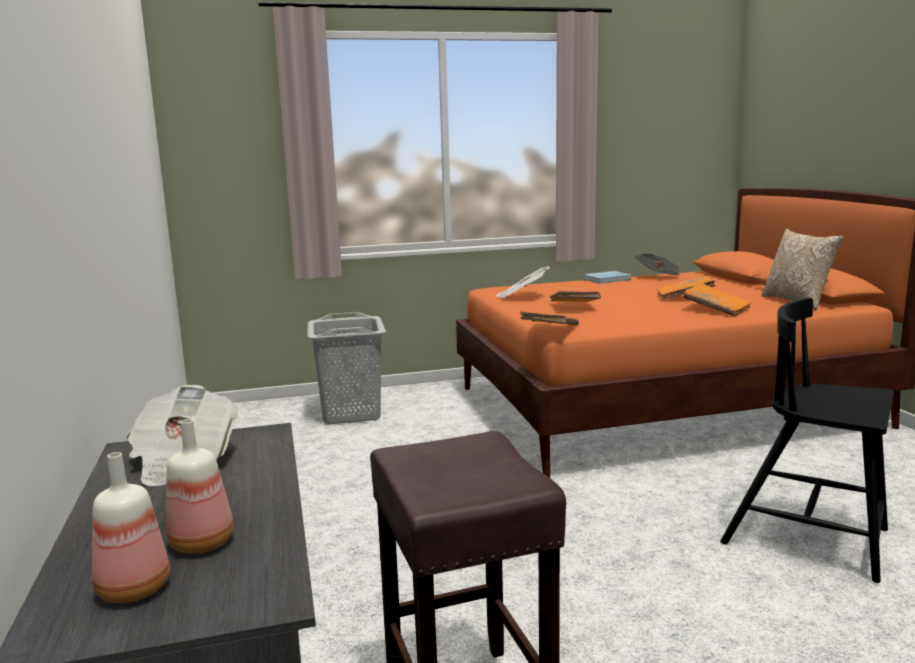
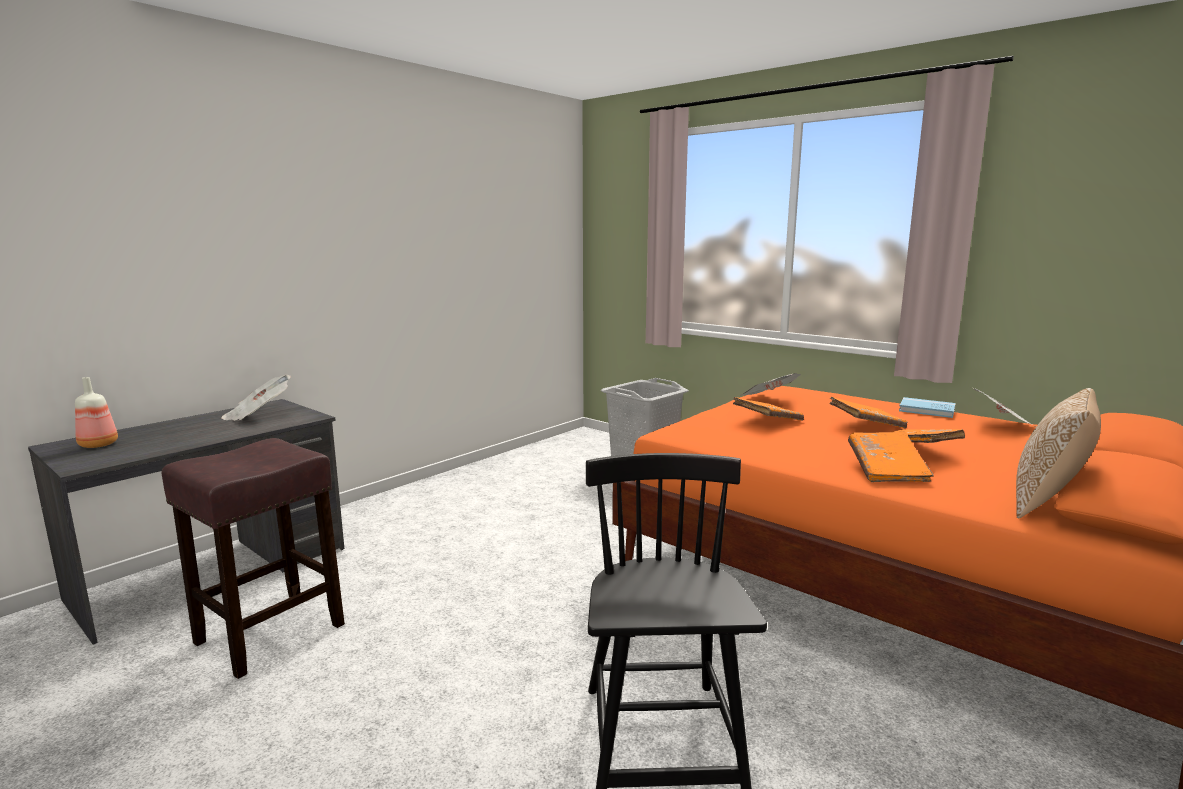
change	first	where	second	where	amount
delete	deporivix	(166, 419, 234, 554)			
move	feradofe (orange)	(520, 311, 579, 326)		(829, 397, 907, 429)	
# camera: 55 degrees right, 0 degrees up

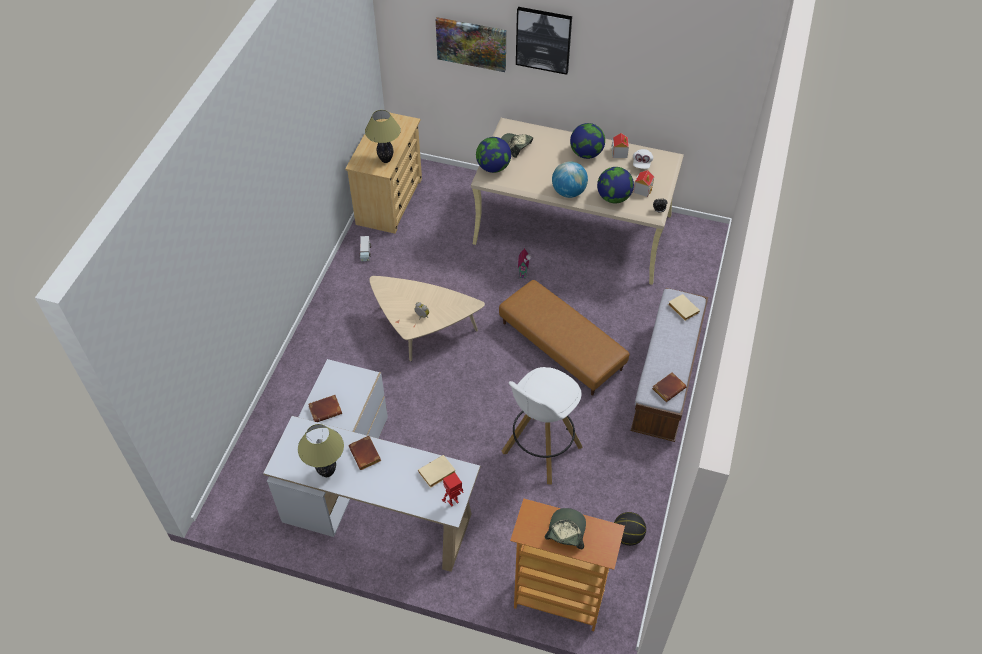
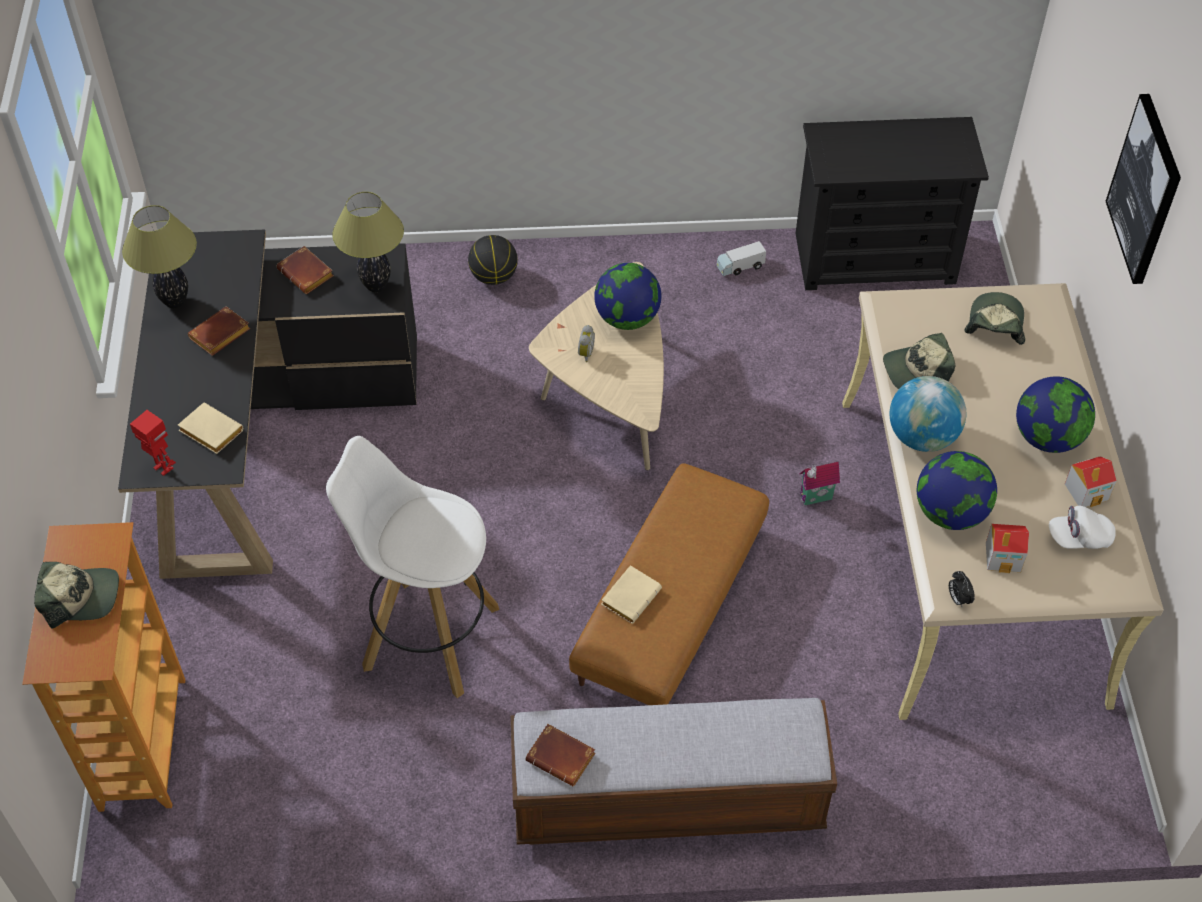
change	first	where	second	where	amount
delete	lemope	(436, 17, 506, 72)			
insert			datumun	(883, 333, 956, 389)	
move	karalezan	(365, 110, 401, 163)		(332, 192, 404, 292)	
move	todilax	(476, 137, 511, 173)		(594, 263, 661, 330)	
move	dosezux	(614, 512, 646, 546)		(468, 235, 518, 285)	
move	feradofe (beige)	(668, 294, 700, 321)		(601, 565, 662, 624)	
recolor	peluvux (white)	(263, 359, 480, 572)	peluvux (black)	(118, 230, 417, 579)	
recolor	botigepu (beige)	(345, 112, 422, 234)	botigepu (black)	(796, 117, 989, 290)	
# camera: 70 degrees right, 0 degrees up

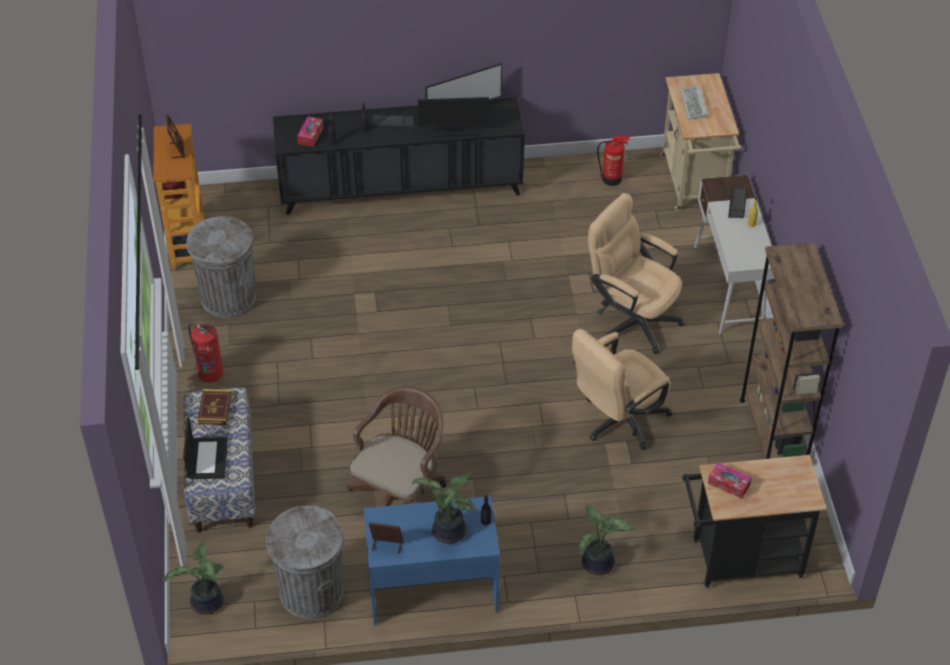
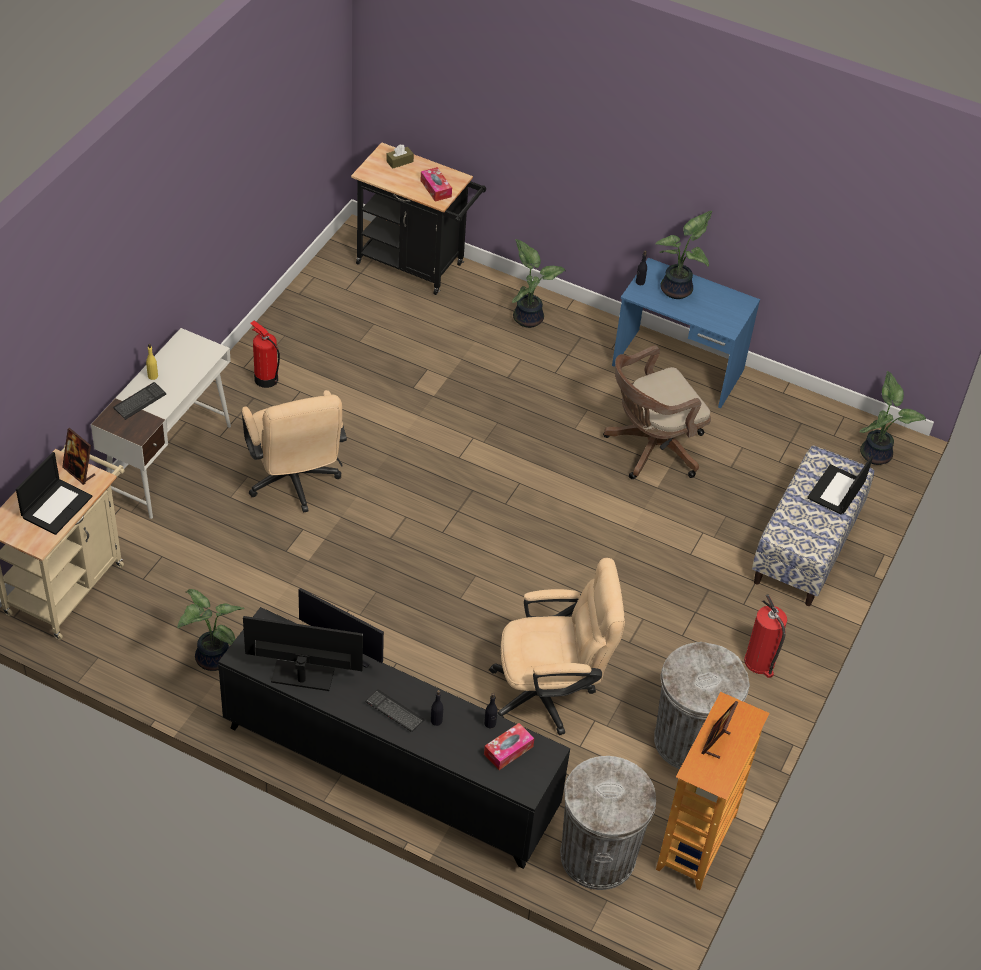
change	first	where	second	where	amount
delete	feradofe	(198, 389, 232, 425)			
delete	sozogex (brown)	(740, 242, 843, 459)			
insert			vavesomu	(177, 589, 244, 671)	
insert			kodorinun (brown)	(386, 144, 414, 169)	
move	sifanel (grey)	(266, 506, 344, 619)		(560, 756, 656, 890)	
move	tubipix	(369, 522, 403, 554)		(62, 428, 95, 485)	
move	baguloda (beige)	(572, 329, 672, 450)		(489, 558, 625, 735)	
move	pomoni	(597, 136, 630, 186)		(250, 320, 280, 388)	
replace	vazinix	(680, 85, 708, 120)	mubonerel	(16, 452, 92, 535)	
# camera: 150 degrees left, 0 degrees up

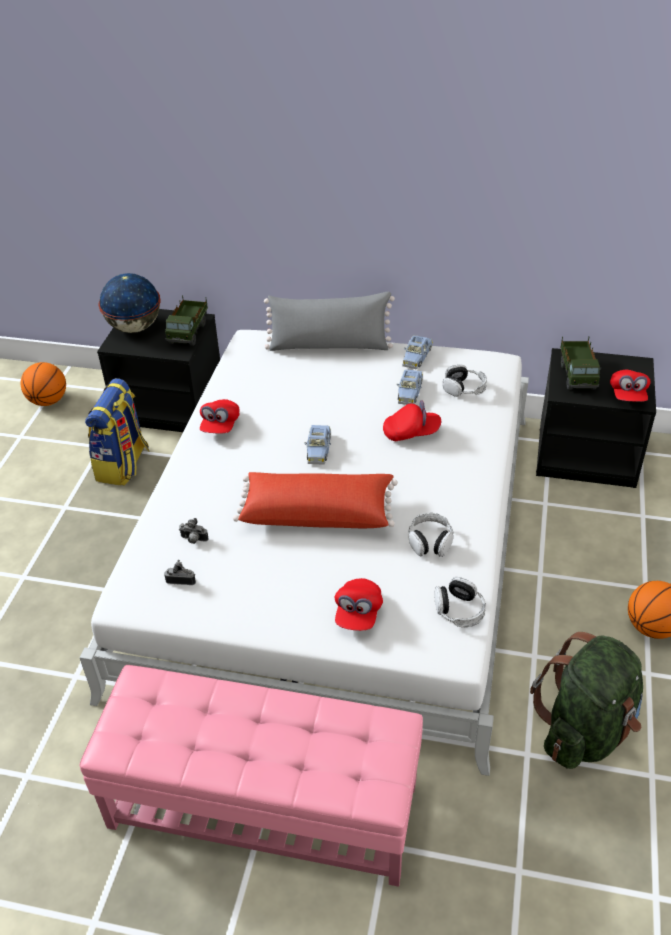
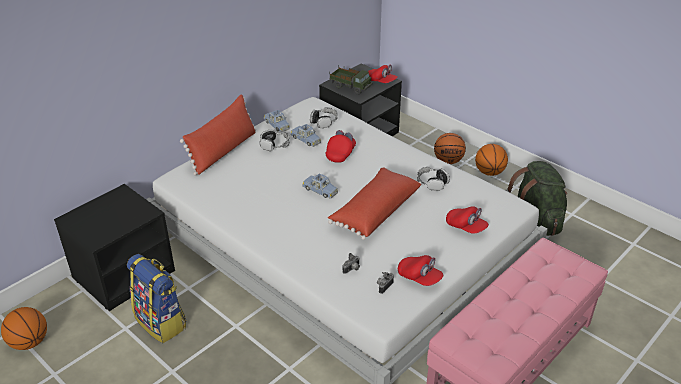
change	first	where	second	where	amount
delete	todilax	(99, 273, 161, 333)			
delete	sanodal	(165, 295, 208, 346)			
insert			dosezux	(434, 133, 466, 164)	
move	datumun (red)	(200, 399, 240, 434)		(398, 255, 443, 286)	
move	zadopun	(434, 577, 486, 627)		(260, 129, 290, 151)	
recolor	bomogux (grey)	(264, 292, 395, 351)	bomogux (red)	(180, 94, 256, 176)	
# camera: 60 degrees left, 5 degrees down

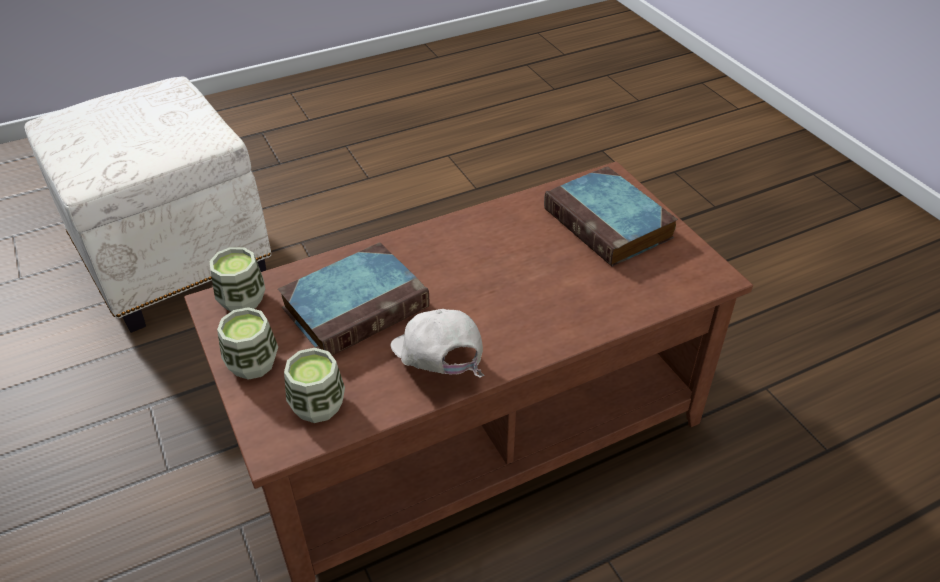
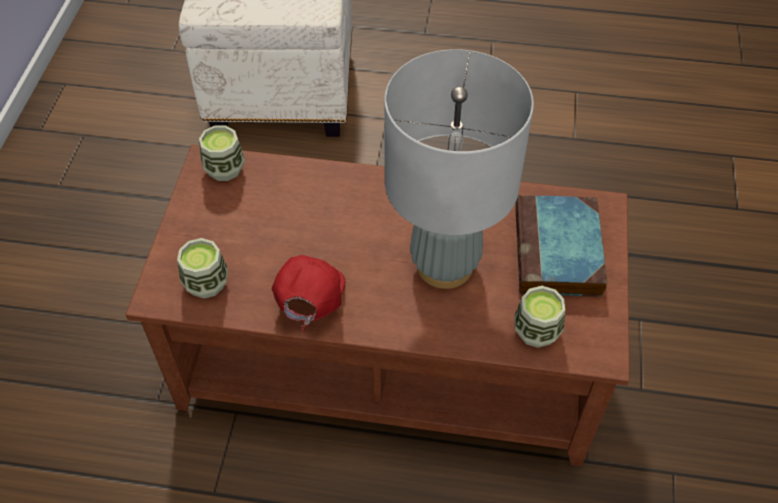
change	first	where	second	where	amount
delete	feradofe	(278, 242, 429, 356)			
insert			karalezan (grey)	(384, 49, 534, 289)	
move	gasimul	(217, 307, 278, 380)		(514, 286, 565, 348)	
recolor	datumun (white)	(390, 309, 484, 377)	datumun (red)	(272, 255, 345, 333)	
# camera: 35 degrees right, 10 degrees up

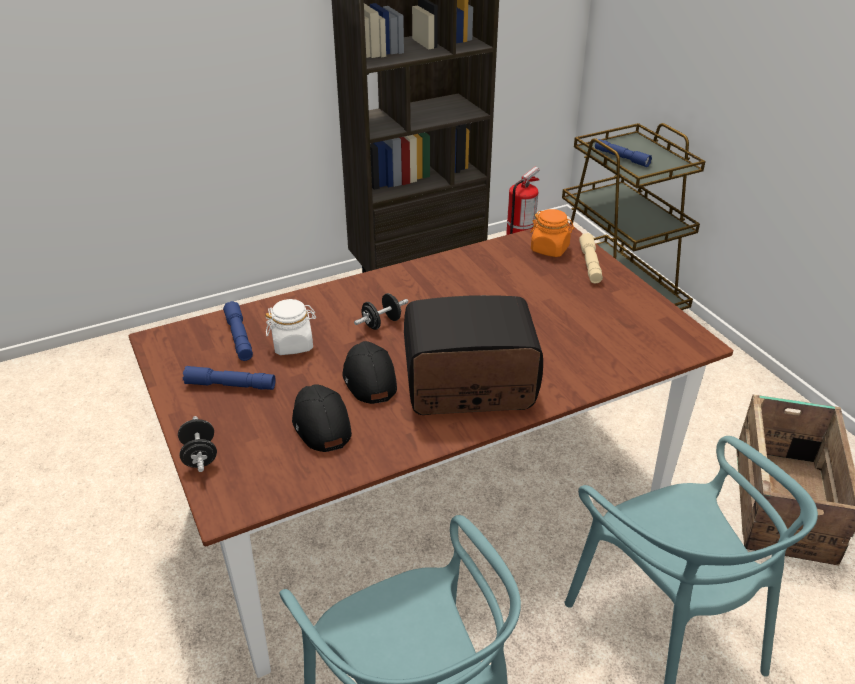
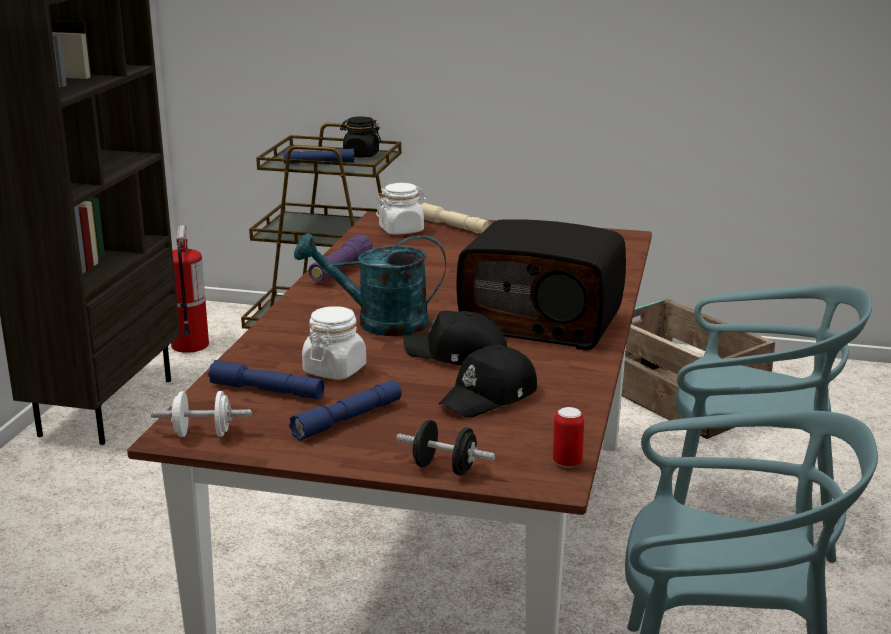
change	first	where	second	where	amount
insert			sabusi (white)	(151, 391, 252, 437)	
insert			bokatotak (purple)	(308, 234, 373, 282)	
insert			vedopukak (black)	(340, 116, 381, 158)	
insert			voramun	(553, 407, 584, 468)	
replace	sabusi (black)	(354, 293, 408, 330)	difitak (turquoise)	(294, 233, 446, 336)	
recolor	vedopukak (orange)	(530, 209, 575, 257)	vedopukak (white)	(376, 183, 427, 235)	
rotate	datumun (black)	(292, 384, 352, 452)		(438, 345, 537, 418)	60 degrees counterclockwise
rotate	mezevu	(404, 295, 543, 415)		(456, 219, 626, 351)	105 degrees counterclockwise
# camera: 50 degrees left, 15 degrees down

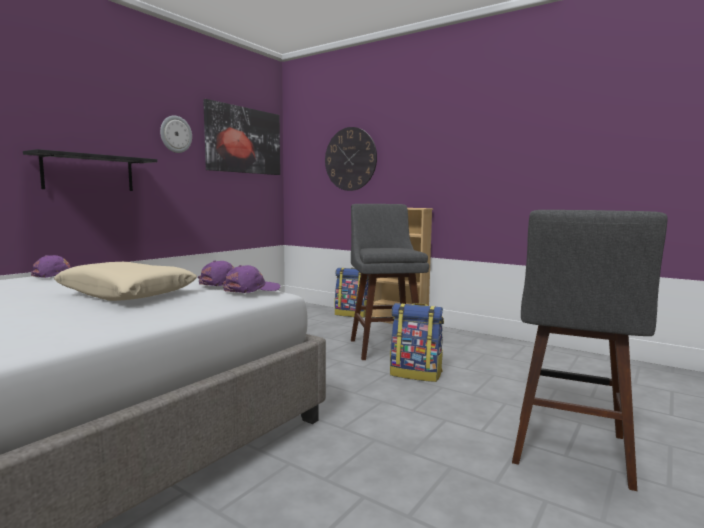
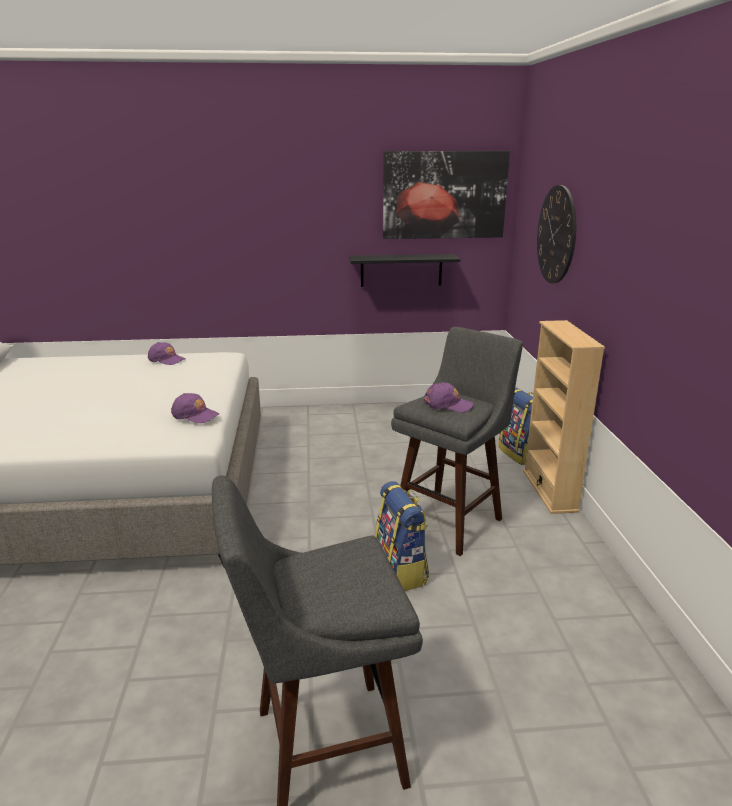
change	first	where	second	where	amount
delete	bomogux (beige)	(54, 262, 197, 301)			
delete	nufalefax	(160, 115, 192, 153)			
move	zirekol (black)	(23, 149, 157, 191)		(349, 254, 460, 287)	
move	datumun (purple)	(221, 265, 280, 293)		(424, 382, 474, 412)	
# camera: 50 degrees right, 15 degrees up

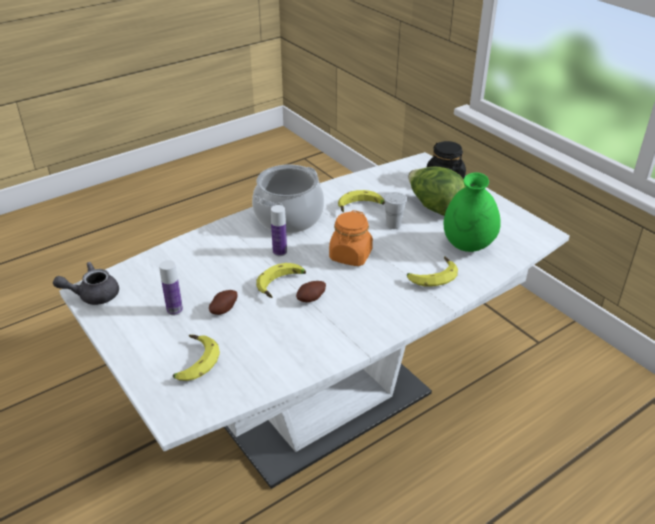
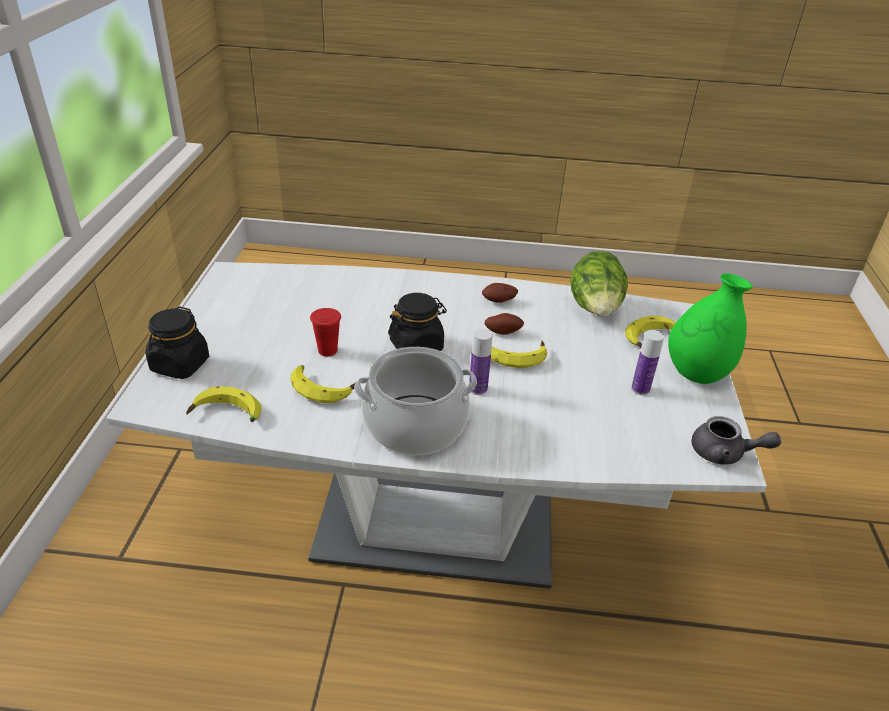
change	first	where	second	where	amount
move	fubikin	(209, 290, 237, 315)		(482, 283, 518, 303)	
move	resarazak	(407, 256, 458, 287)		(186, 386, 262, 422)	
move	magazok	(408, 167, 466, 216)		(570, 251, 628, 316)	
move	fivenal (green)	(443, 172, 501, 252)		(668, 273, 752, 384)	
recolor	vedopukak (orange)	(329, 210, 373, 266)	vedopukak (black)	(388, 293, 447, 351)	
recolor	gasimul (white)	(384, 192, 407, 229)	gasimul (red)	(310, 308, 341, 356)	
# camera: 140 degrees left, 0 degrees up

